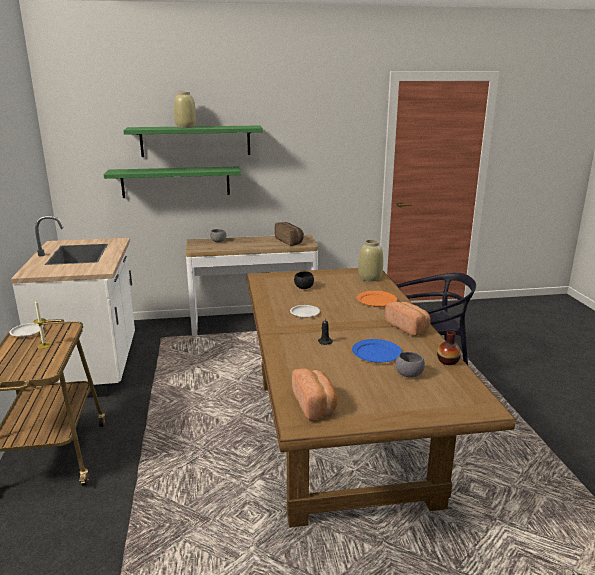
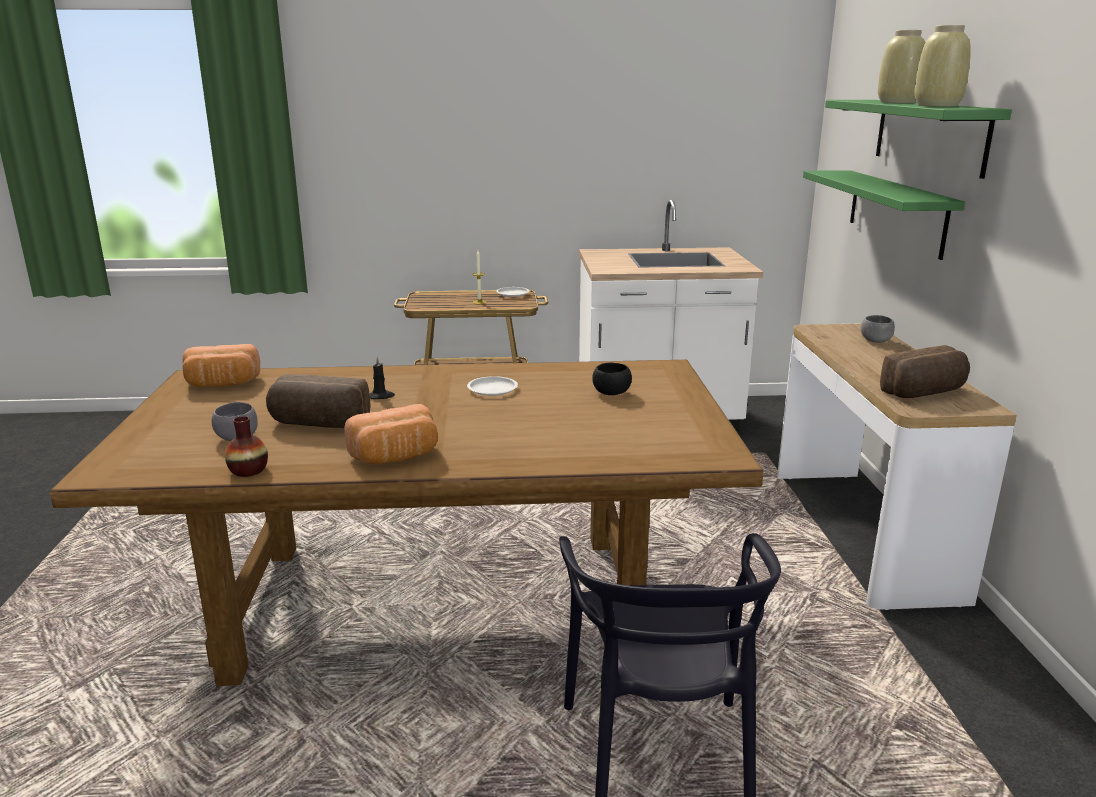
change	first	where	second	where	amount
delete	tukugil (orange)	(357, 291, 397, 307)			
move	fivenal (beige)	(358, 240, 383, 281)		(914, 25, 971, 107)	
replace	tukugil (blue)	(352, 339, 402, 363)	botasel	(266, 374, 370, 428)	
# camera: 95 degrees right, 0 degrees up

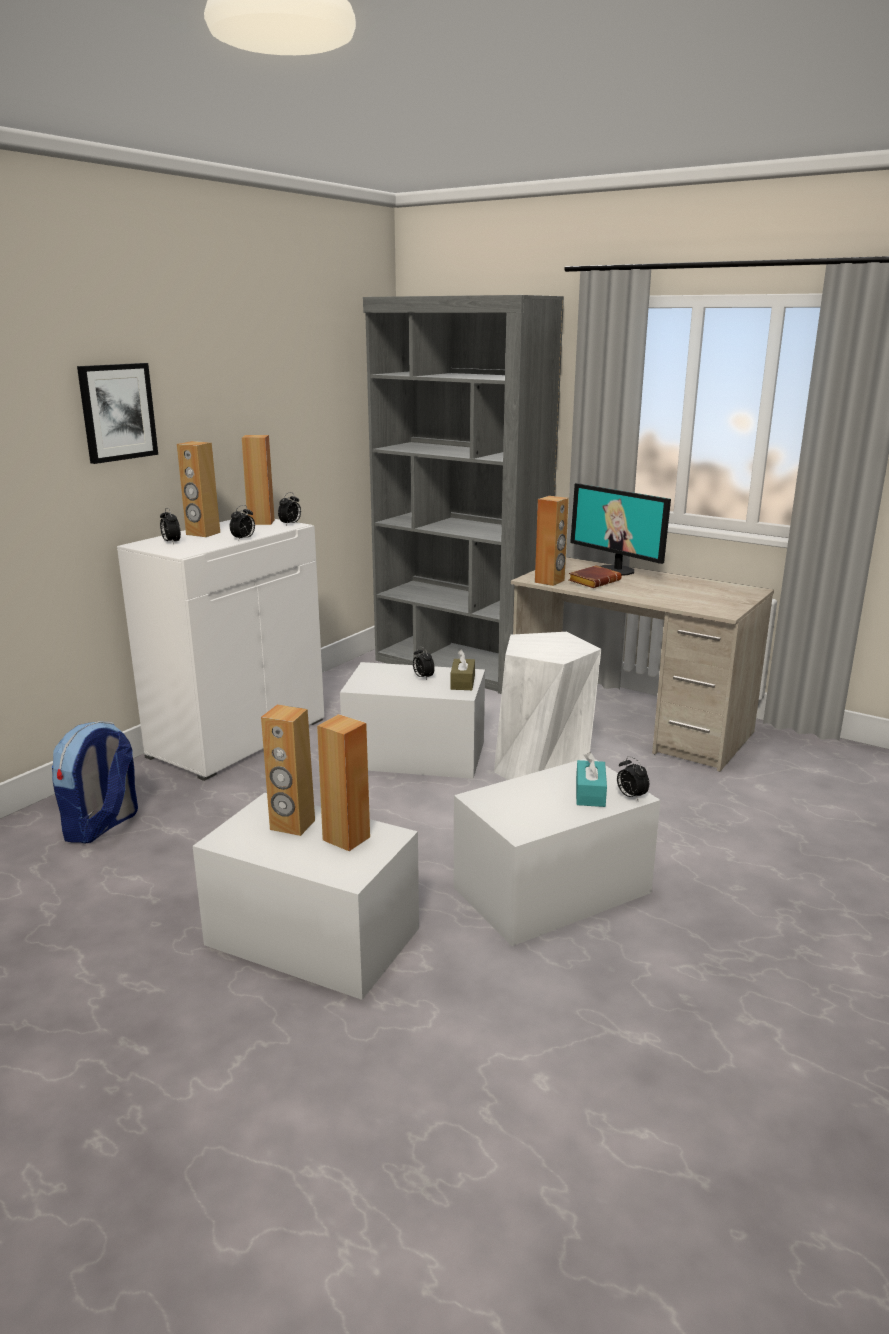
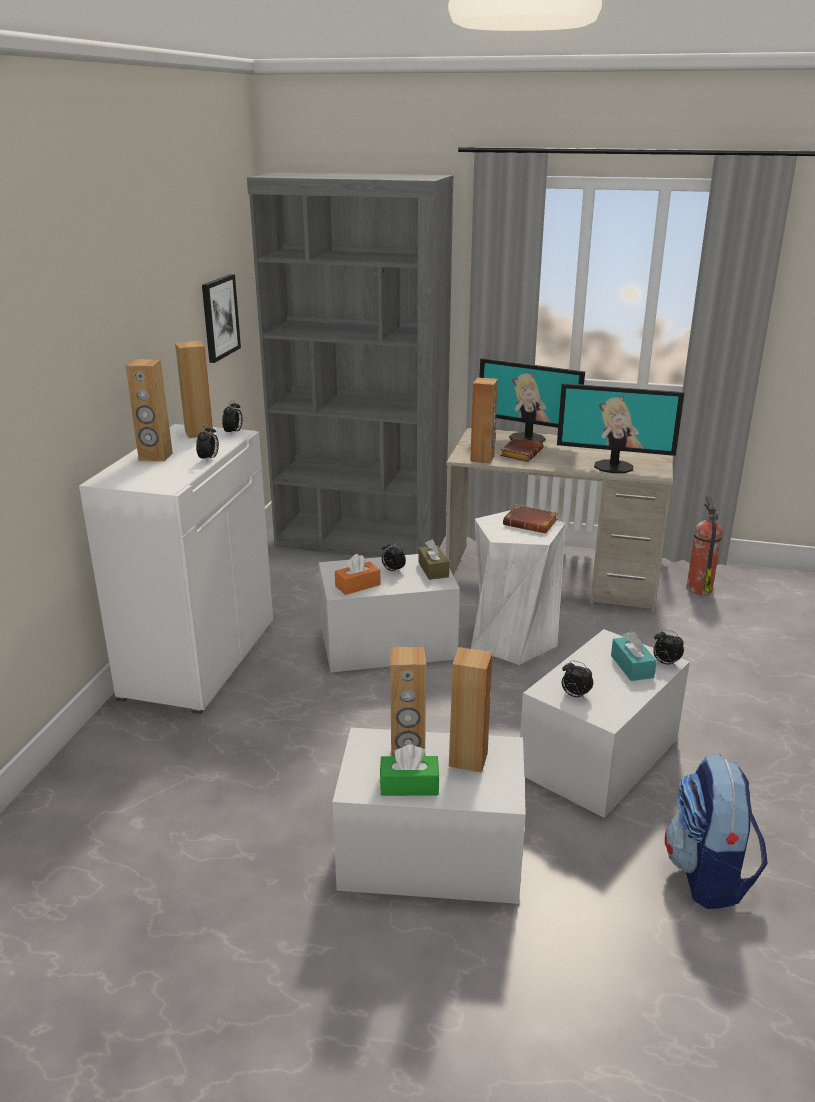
change	first	where	second	where	amount
insert			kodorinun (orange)	(335, 554, 381, 595)	
insert			kodorinun (green)	(380, 744, 440, 796)	
insert			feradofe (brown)	(503, 505, 558, 533)	
insert			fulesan	(557, 383, 684, 473)	
insert			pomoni	(686, 496, 723, 595)	
move	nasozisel	(52, 721, 138, 844)		(665, 754, 768, 909)	
move	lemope	(77, 363, 158, 464)		(202, 274, 241, 363)	
move	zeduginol	(160, 508, 181, 544)		(562, 660, 593, 700)	
# camera: 20 degrees left, 5 degrees up

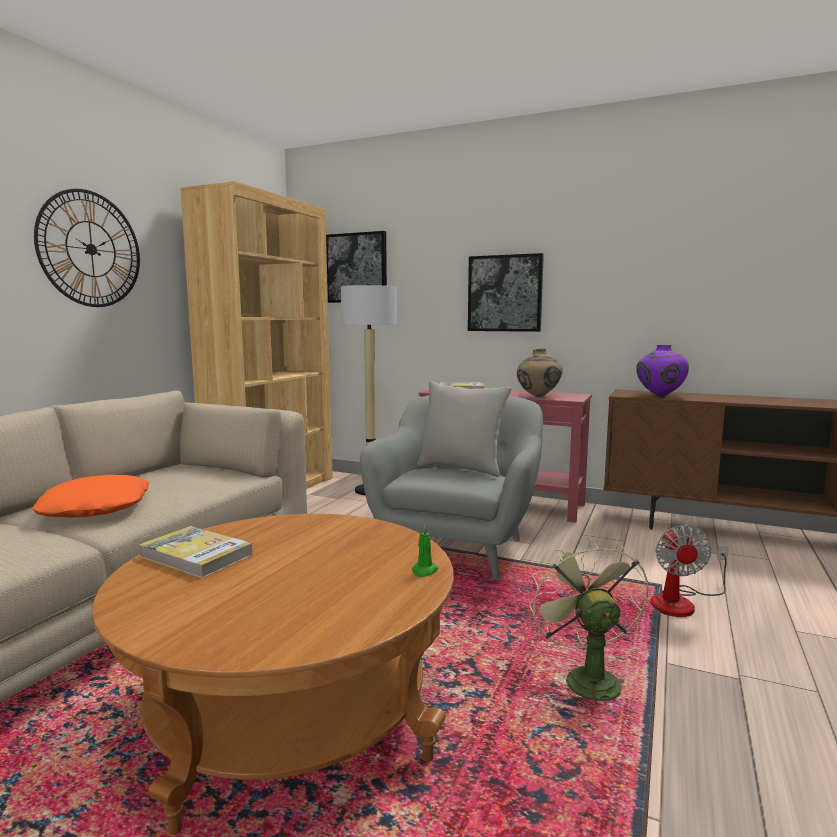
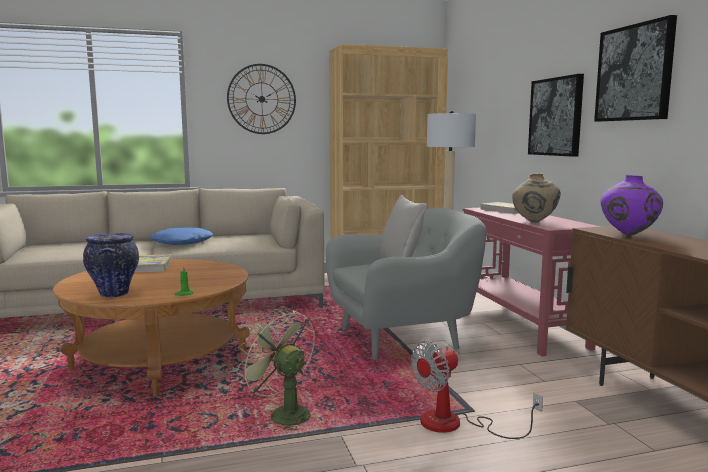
change	first	where	second	where	amount
insert			fivenal	(83, 233, 139, 298)	
move	lemope	(326, 231, 387, 303)		(594, 15, 677, 122)	
recolor	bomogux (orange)	(32, 475, 149, 517)	bomogux (blue)	(150, 227, 214, 245)	
rotate	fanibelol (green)	(529, 537, 649, 709)		(237, 309, 315, 431)	90 degrees counterclockwise
# camera: 50 degrees right, 0 degrees up

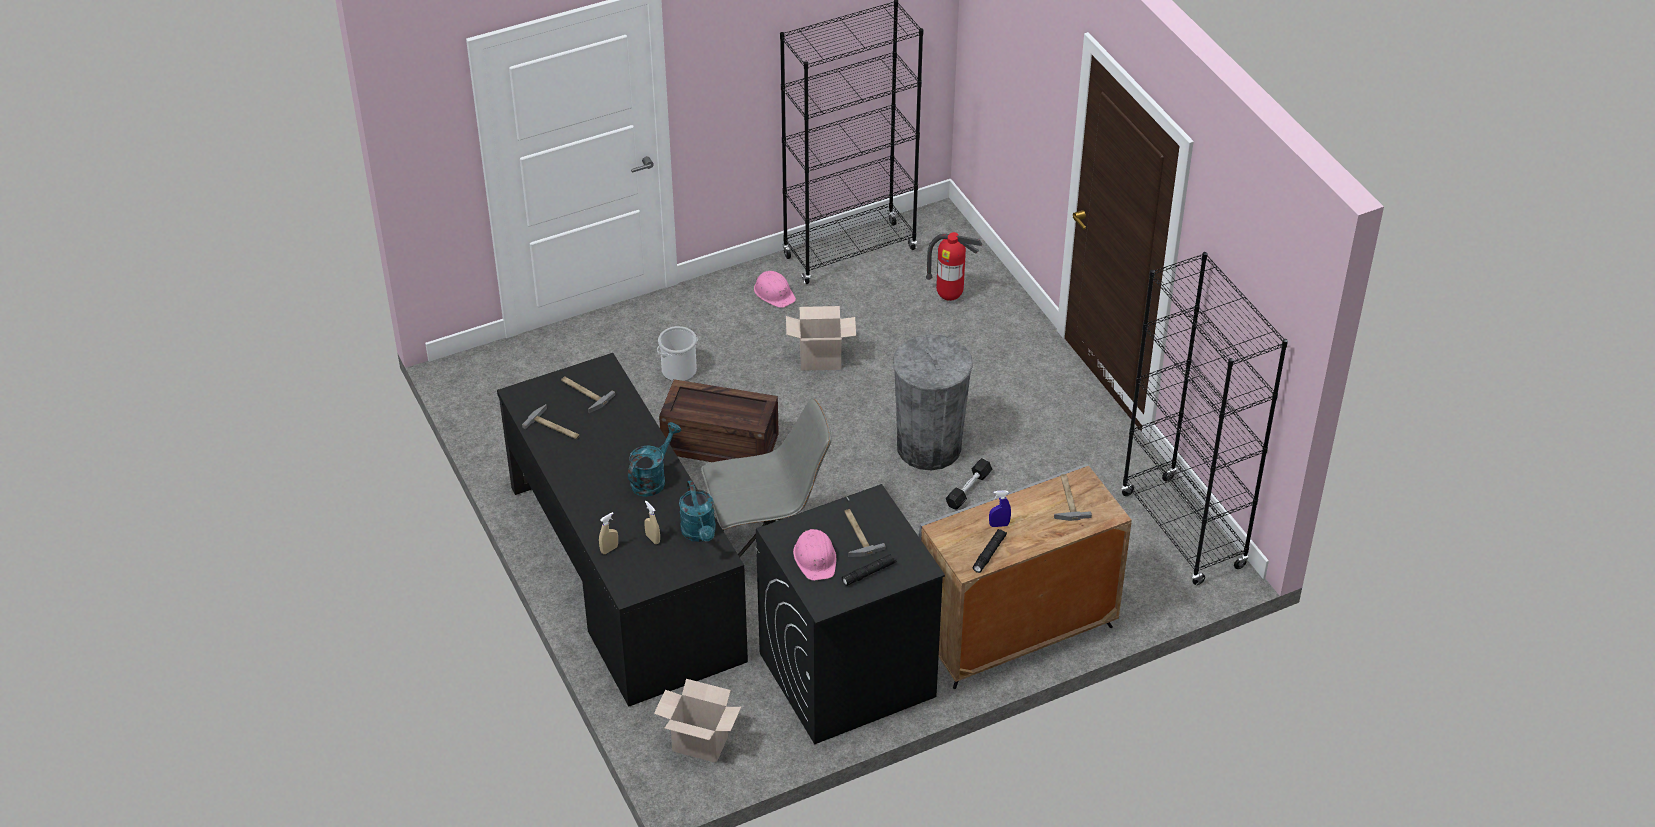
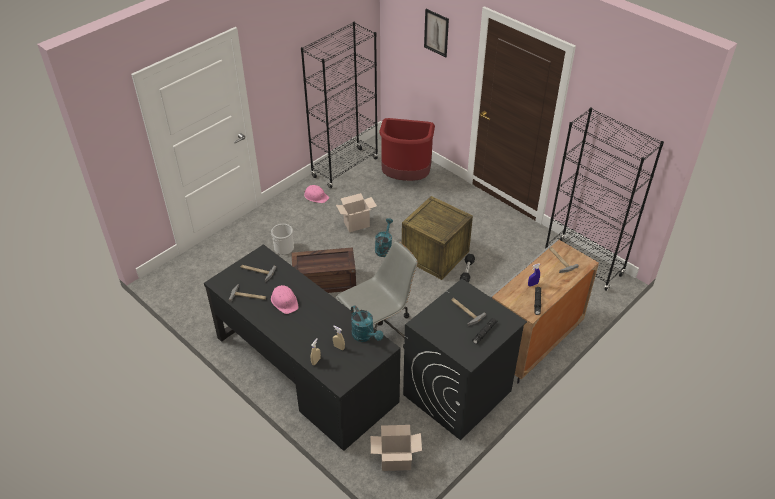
change	first	where	second	where	amount
insert			lemope	(424, 9, 449, 58)	
move	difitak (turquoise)	(628, 422, 681, 497)		(375, 218, 393, 257)	
move	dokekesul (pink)	(793, 529, 836, 581)		(271, 285, 299, 314)	
replace	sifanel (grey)	(893, 334, 973, 470)	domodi	(402, 196, 473, 280)	
replace	pomoni	(926, 232, 983, 301)	sifanel (red)	(380, 118, 435, 181)	
# camera: 20 degrees left, 0 degrees up

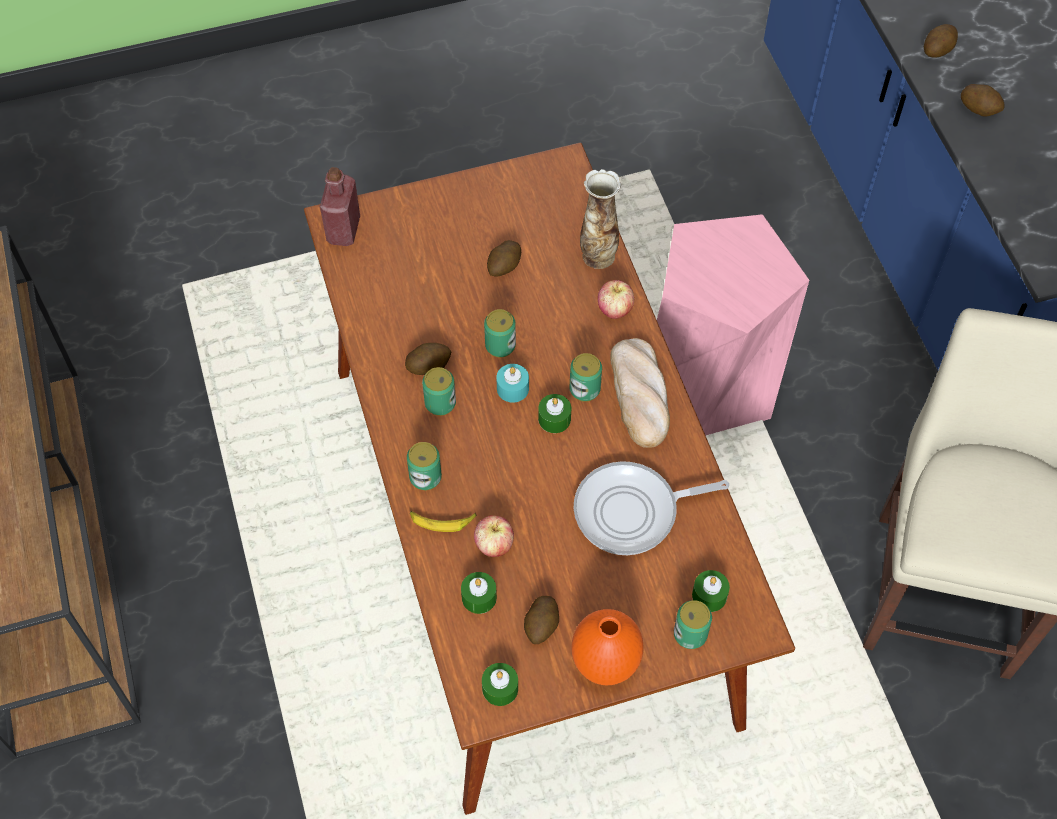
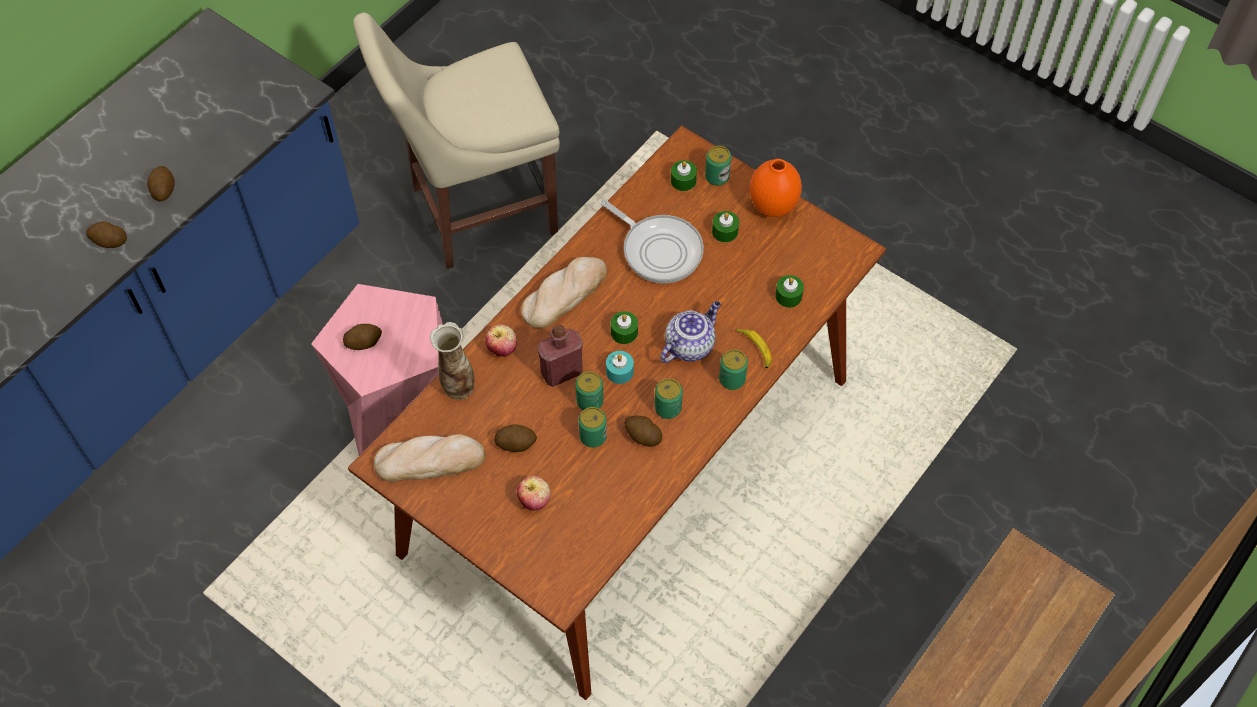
change	first	where	second	where	amount
insert			botasel	(374, 434, 485, 482)	
insert			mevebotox	(660, 301, 721, 363)	
move	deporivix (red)	(320, 167, 360, 246)		(537, 325, 583, 387)	
move	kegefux	(474, 515, 514, 557)		(517, 476, 551, 511)	
move	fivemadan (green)	(482, 663, 518, 706)		(712, 211, 739, 242)	
move	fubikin	(524, 596, 559, 644)		(343, 324, 382, 350)	
move	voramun	(570, 353, 602, 402)		(579, 407, 607, 448)	
# camera: 125 degrees left, 0 degrees up

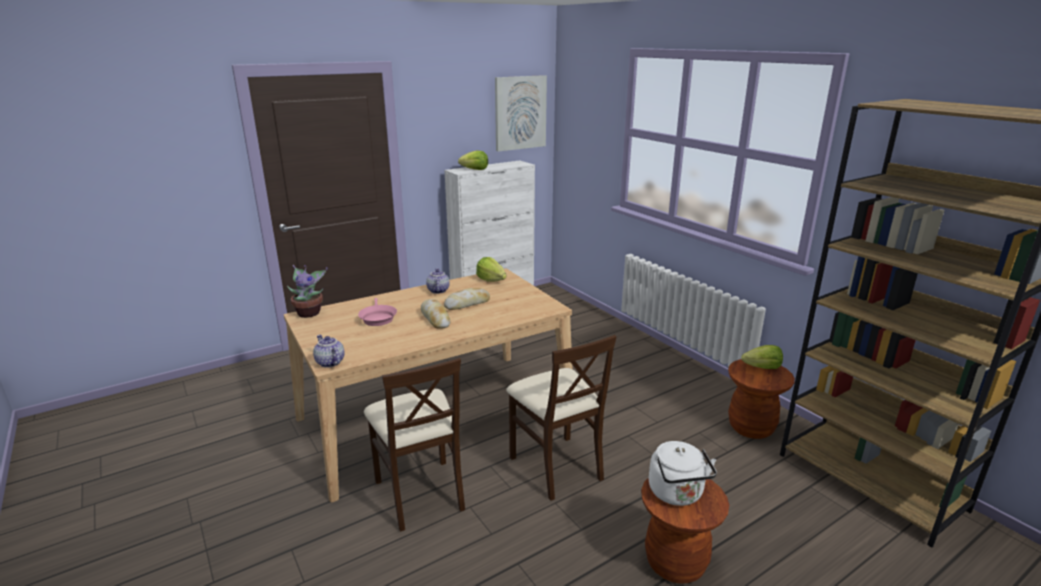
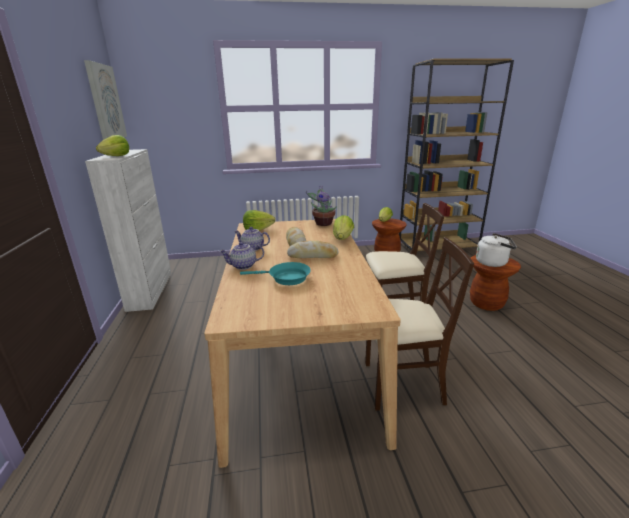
change	first	where	second	where	amount
insert			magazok	(333, 215, 354, 240)	
move	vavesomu	(287, 265, 328, 318)		(306, 186, 337, 226)	
move	mevebotox	(313, 335, 345, 368)		(220, 242, 264, 270)	
recolor	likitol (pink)	(358, 298, 397, 326)	likitol (turquoise)	(240, 262, 311, 285)	
# camera: 65 degrees left, 0 degrees up

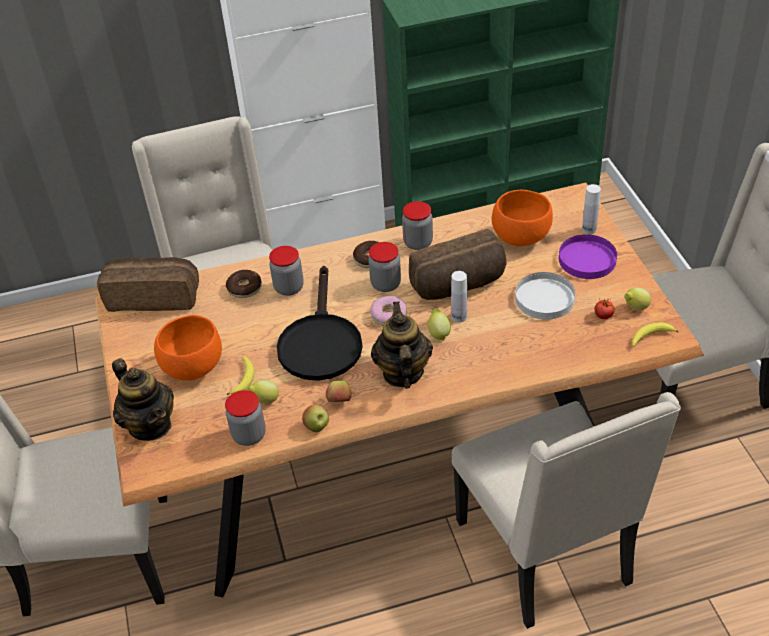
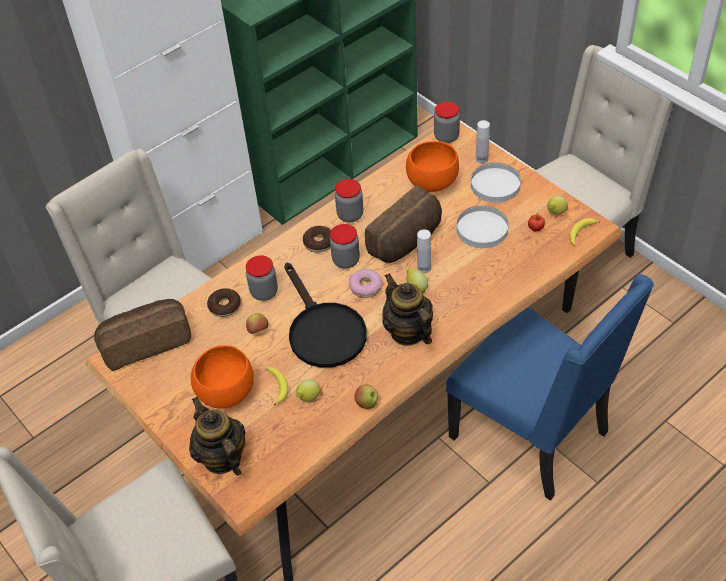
change	first	where	second	where	amount
move	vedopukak	(225, 390, 266, 446)		(434, 101, 460, 143)	
move	kegefux	(326, 380, 352, 402)		(246, 313, 268, 334)	
recolor	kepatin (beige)	(452, 392, 681, 629)	kepatin (blue)	(446, 274, 654, 500)	
recolor	tukugil (purple)	(559, 234, 617, 279)	tukugil (white)	(471, 163, 521, 203)	
rotate	mevebotox	(112, 358, 174, 441)		(189, 397, 245, 476)	150 degrees counterclockwise
# camera: 25 degrees left, 5 degrees up

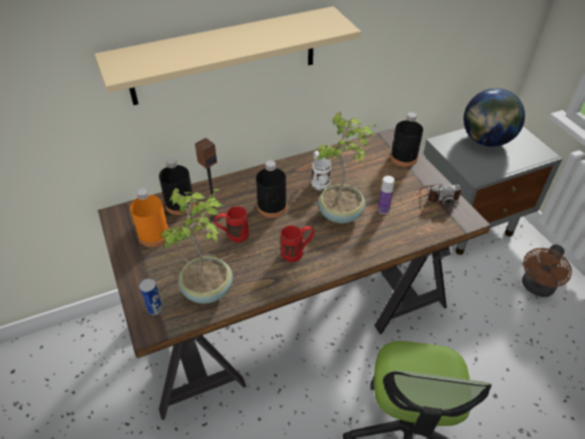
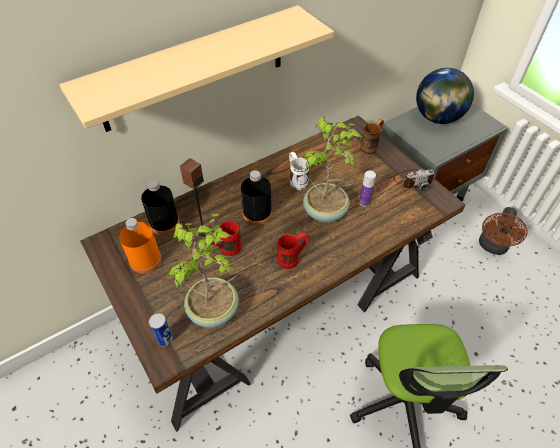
change	first	where	second	where	amount
replace	deporivix (black)	(390, 112, 423, 167)	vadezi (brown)	(360, 119, 384, 154)	
# camera: 10 degrees left, 5 degrees up

